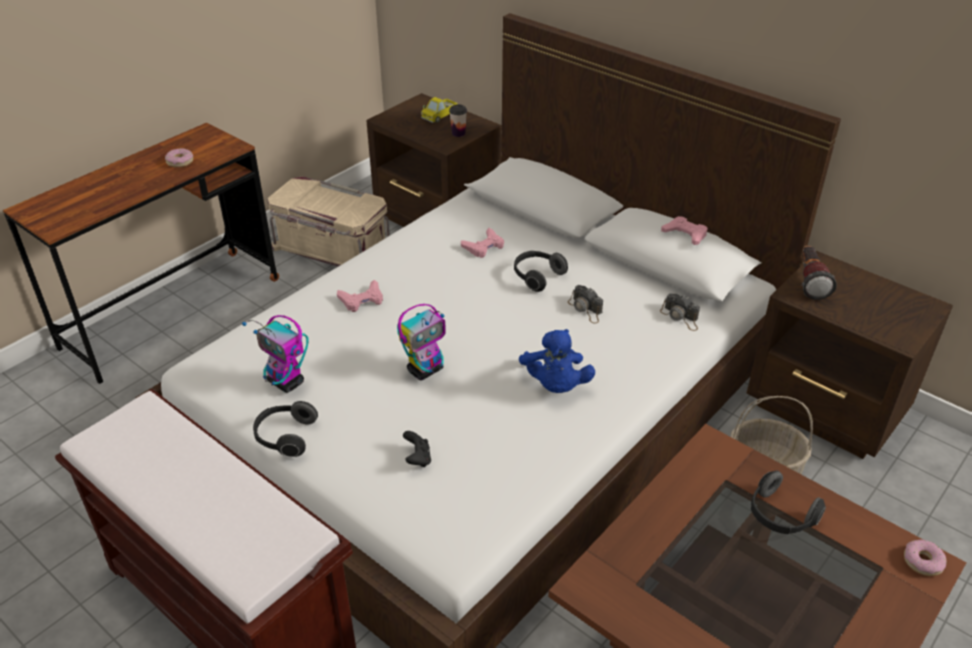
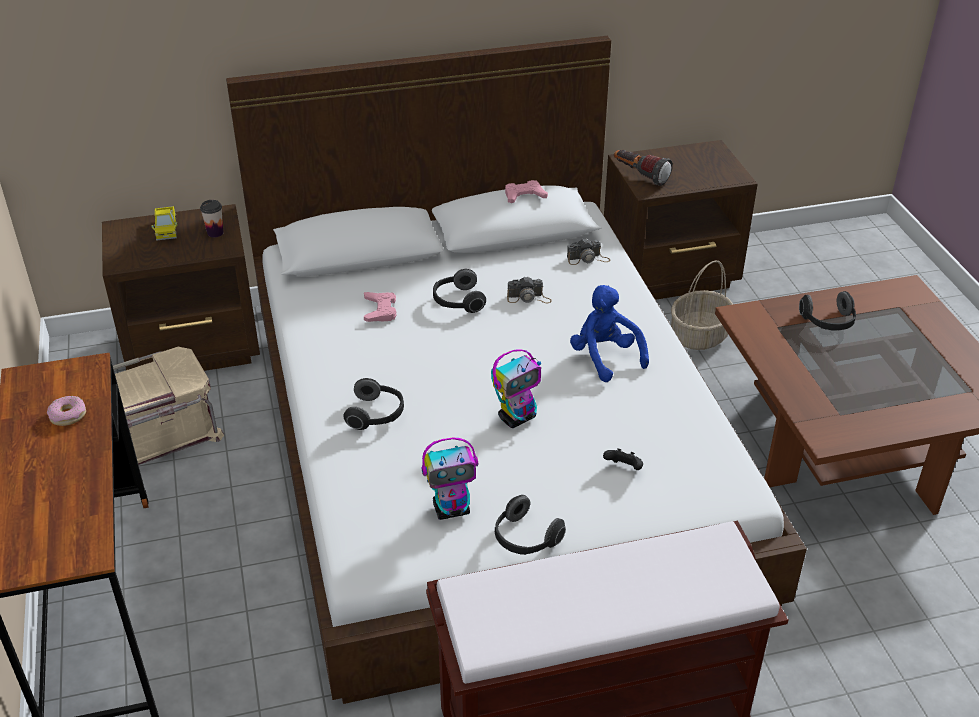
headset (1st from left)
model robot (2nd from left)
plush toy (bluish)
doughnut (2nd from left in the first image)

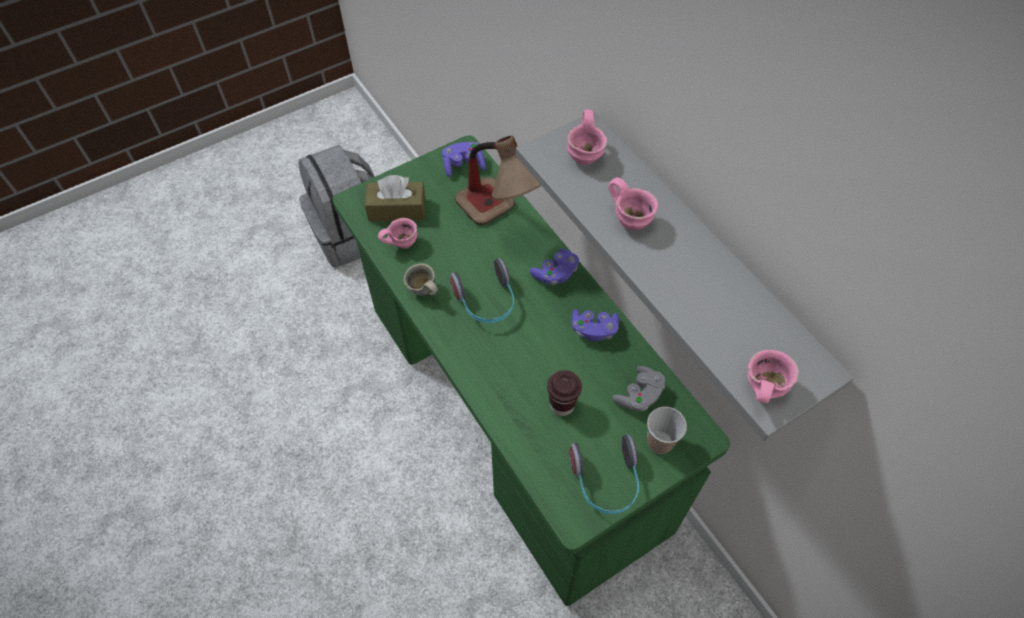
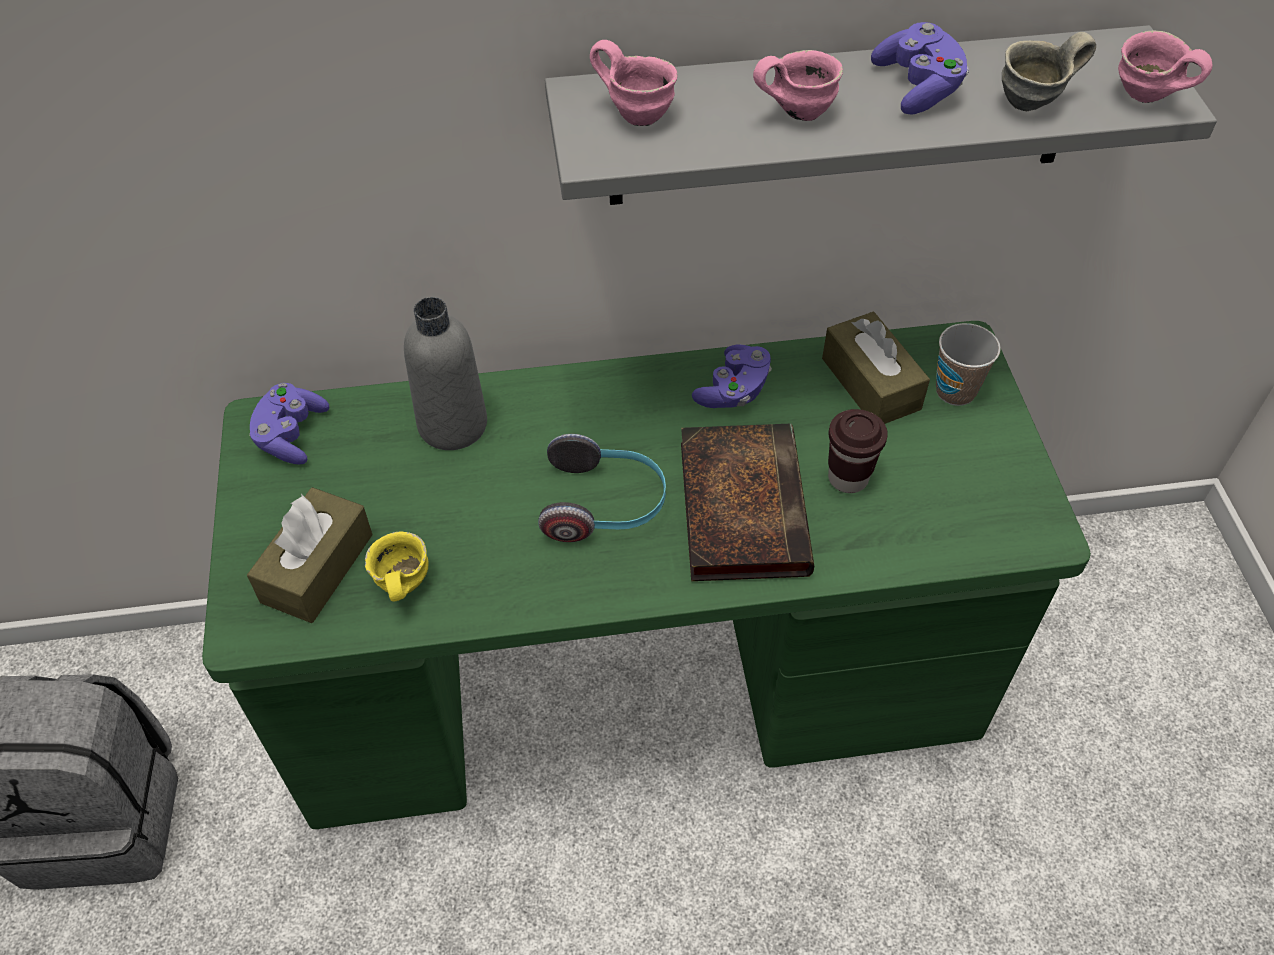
tea mug (yellow-coloured)
tea mug (gray)
beverage bottle (gray)
gamepad (purple-coloured) (3rd from left)
headset (2nd from left in the first image)
tissue box (brownish) (2nd from left)
volume

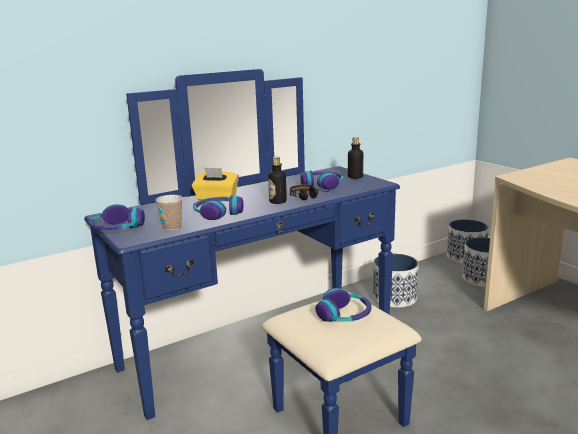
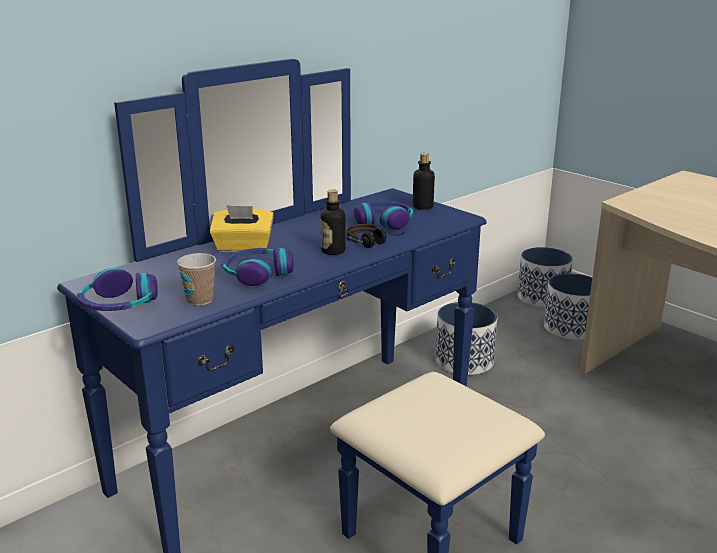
headset (5th from left in the first image)

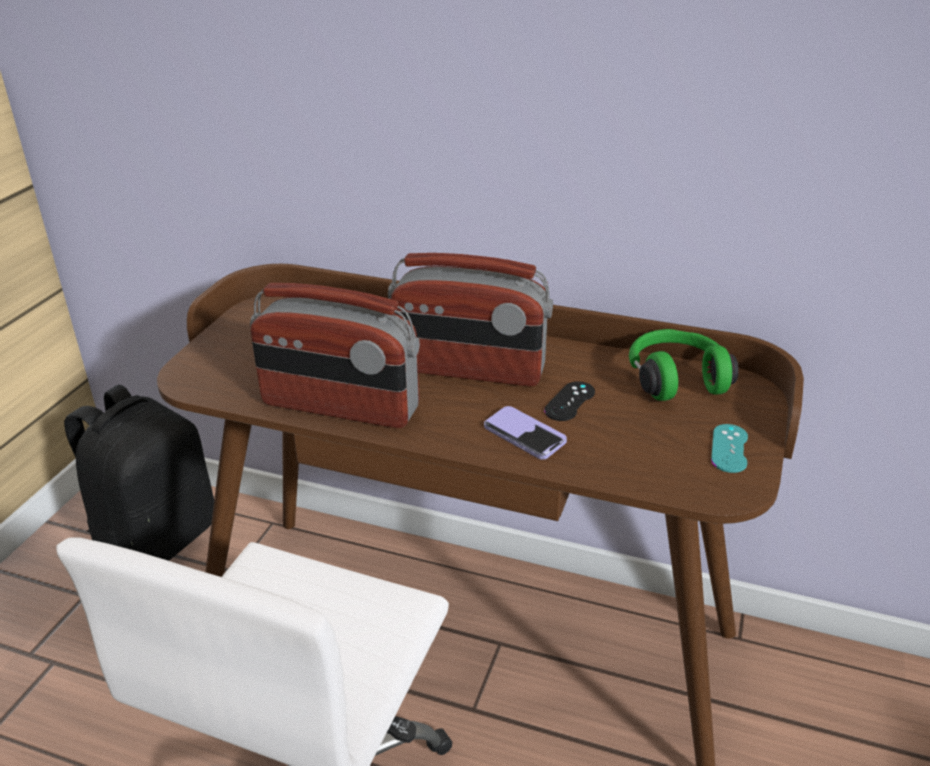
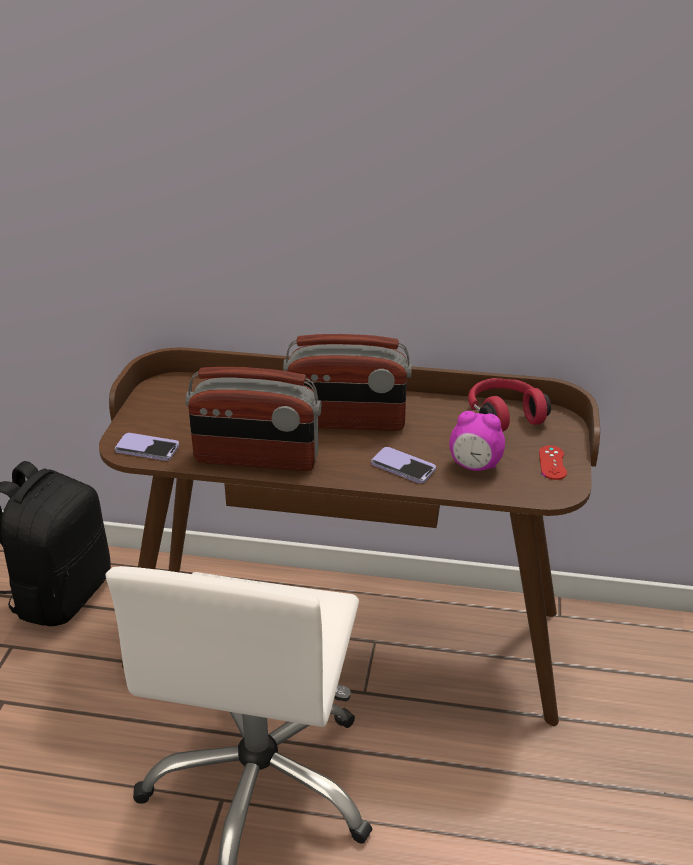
gamepad (black)
headset (reddish)
gamepad (reddish)
phone (1st from left)
table clock

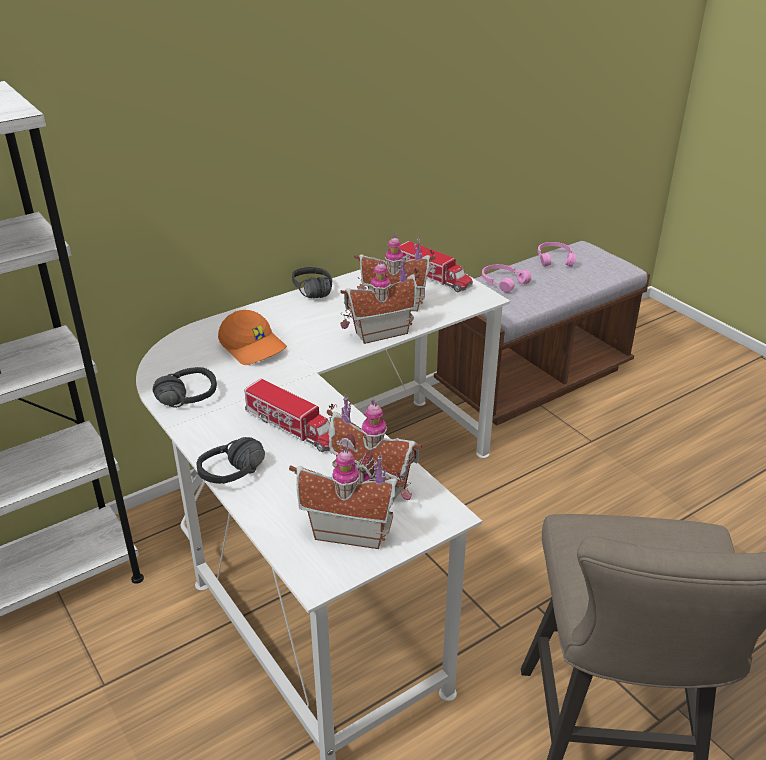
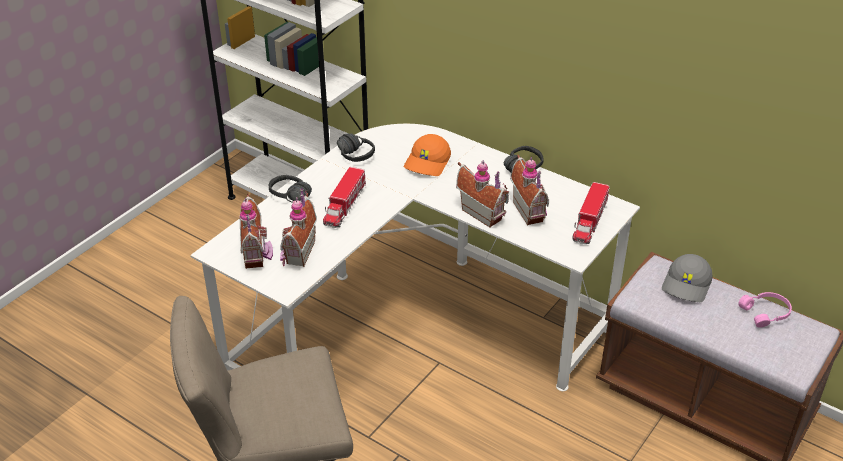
cap (gray)

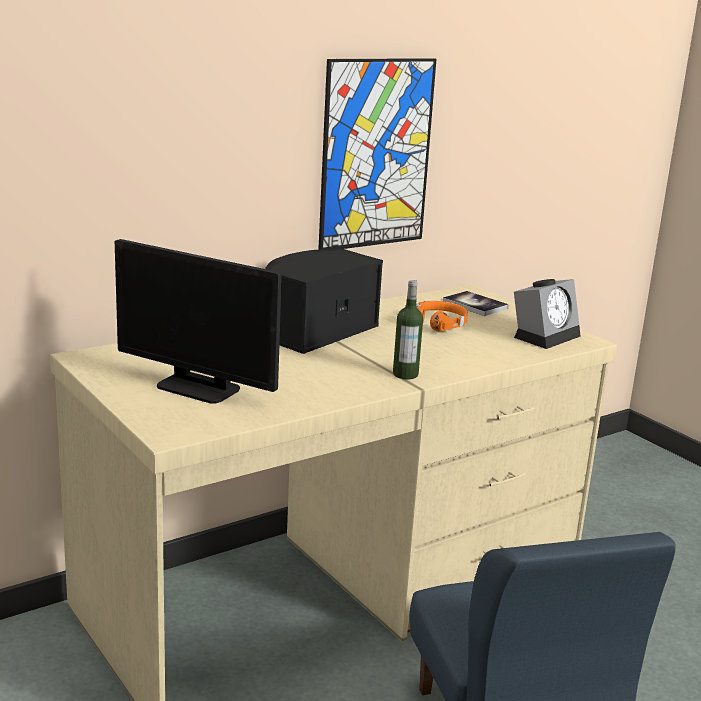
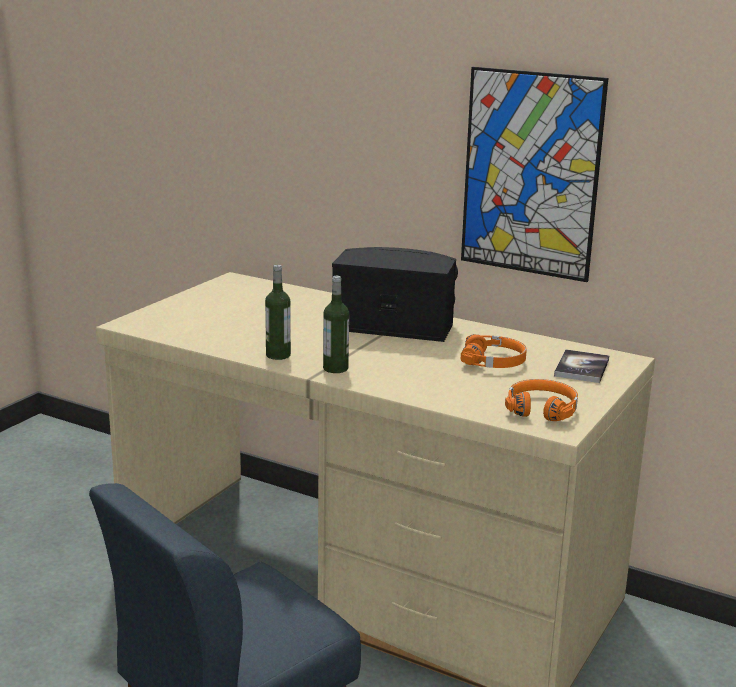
computer display
headset (orange) (2nd from left)
beverage bottle (1st from left)

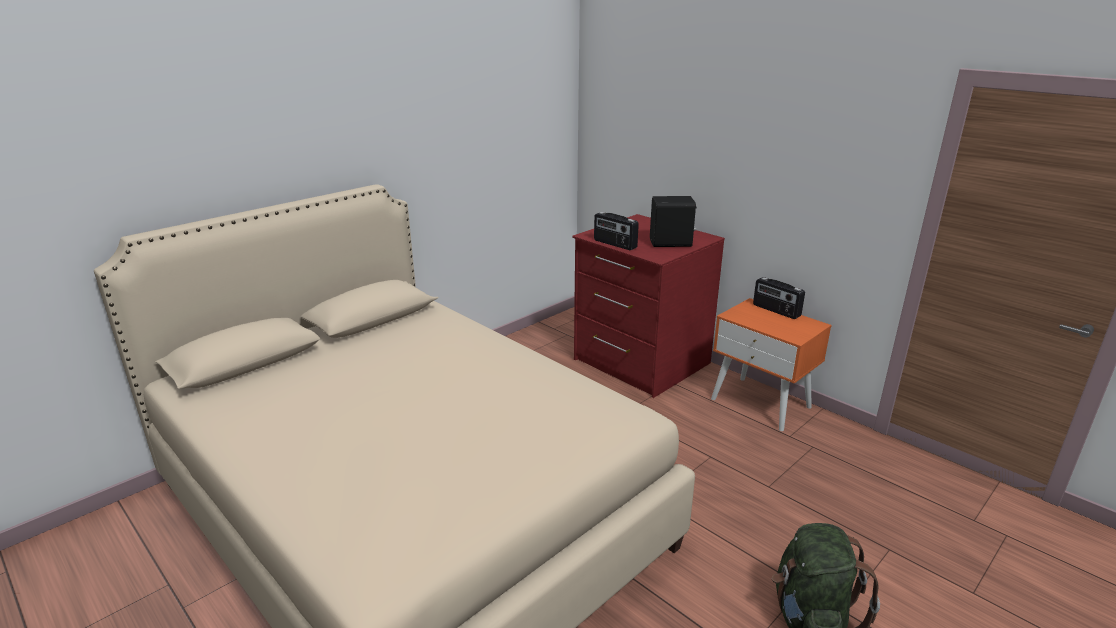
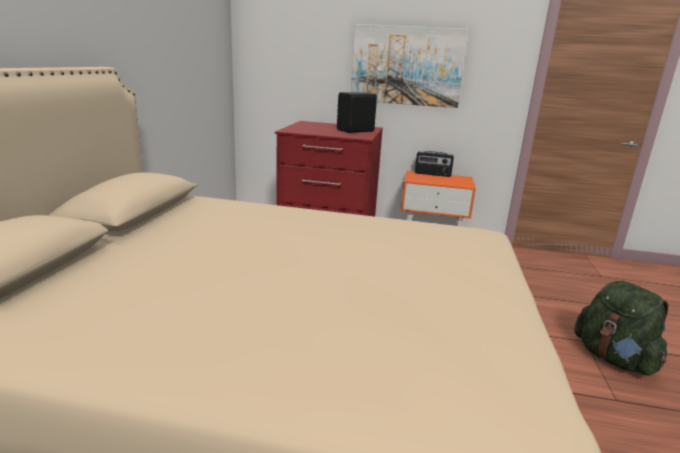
radio receiver (1st from left in the first image)
wall art

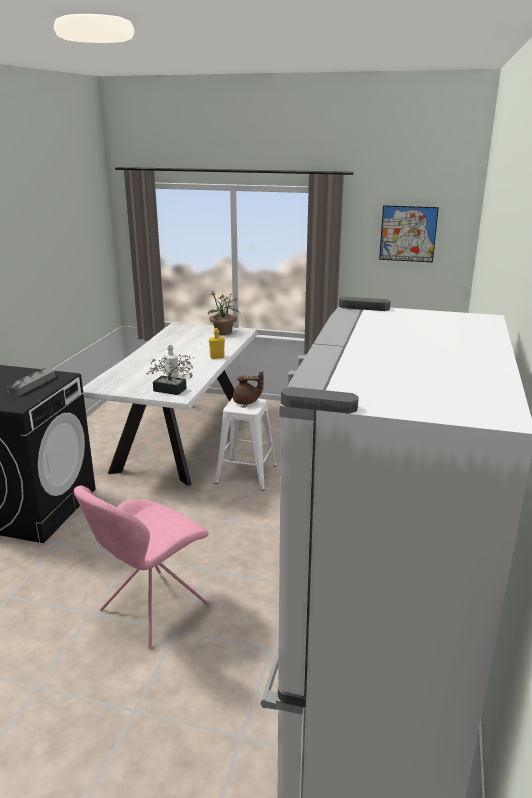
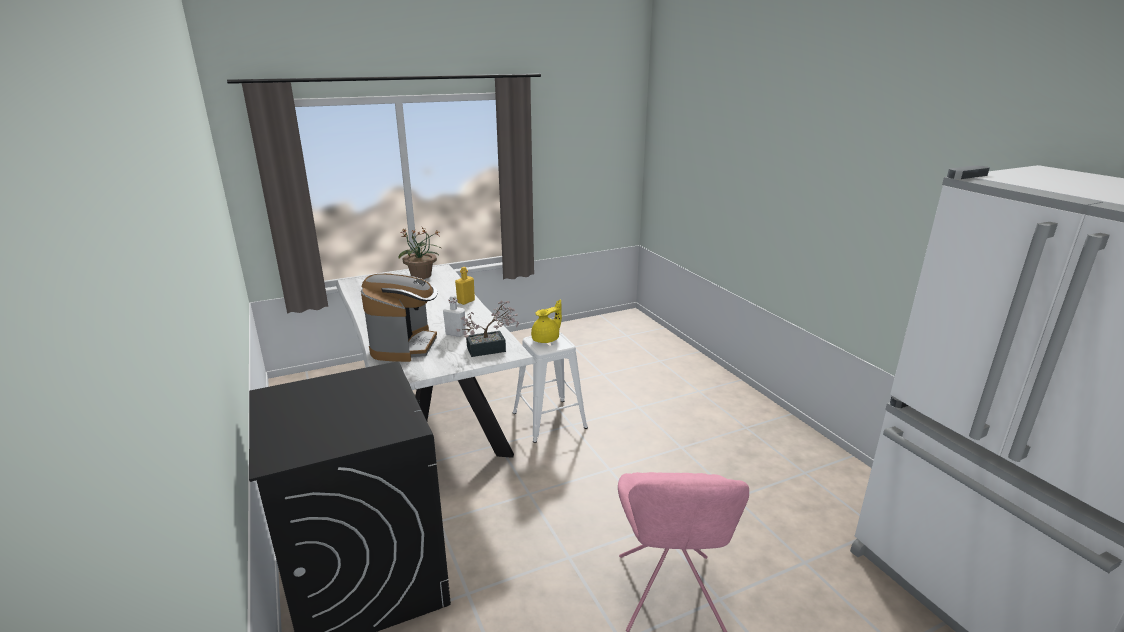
serving tray (gray)
teapot (yellow-coloured)
wall art
coffee maker

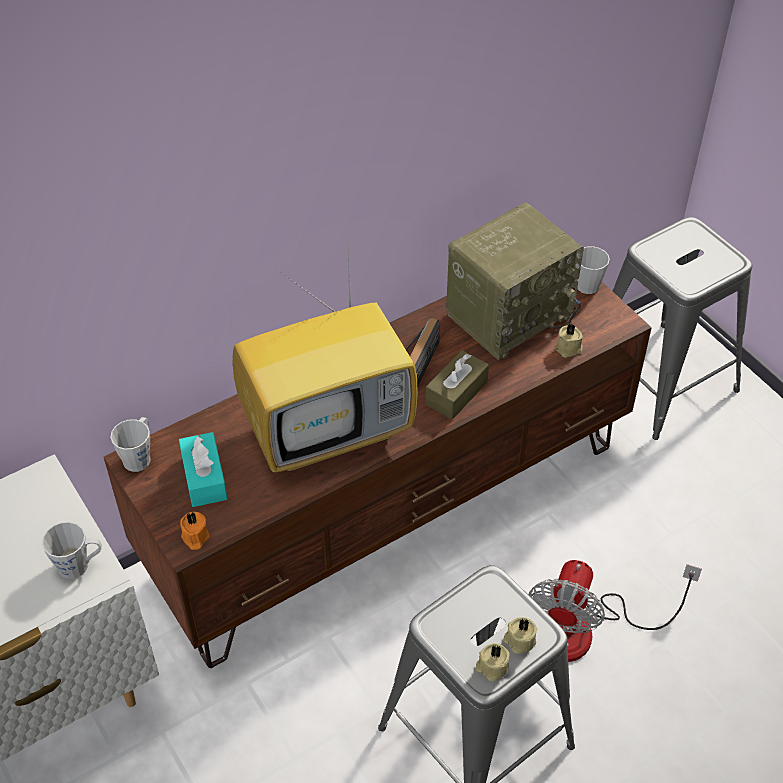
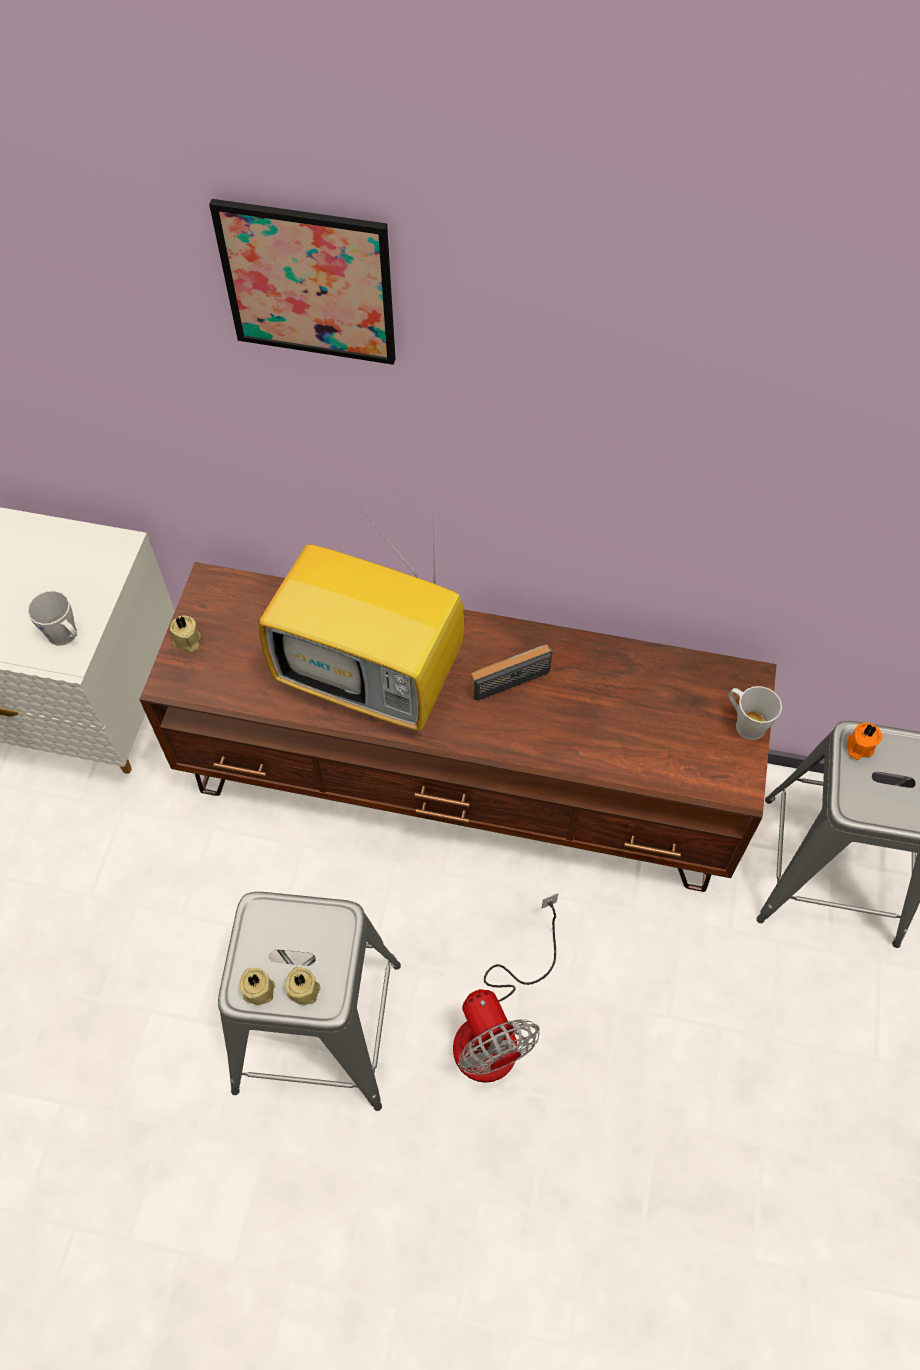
tea mug (gray) (2nd from left in the first image)
tissue box (turquoise-coloured)
candle (orange)
tissue box (brownish)
radio receiver (2nd from left in the first image)
fan
candle (sand-coloured) (1st from left)
wall art

